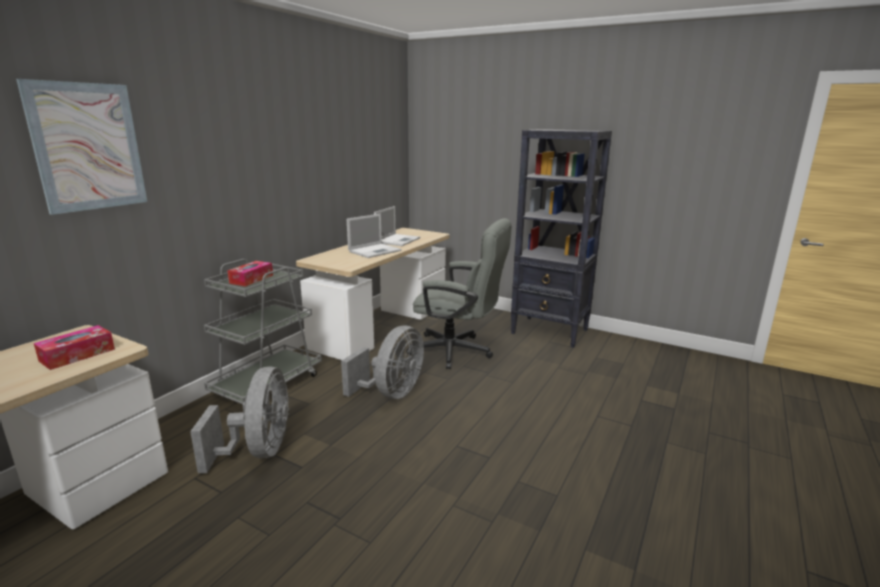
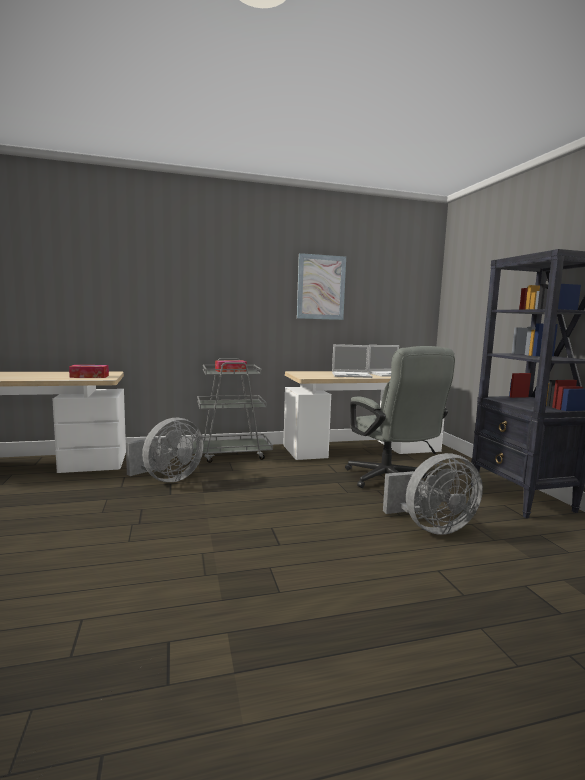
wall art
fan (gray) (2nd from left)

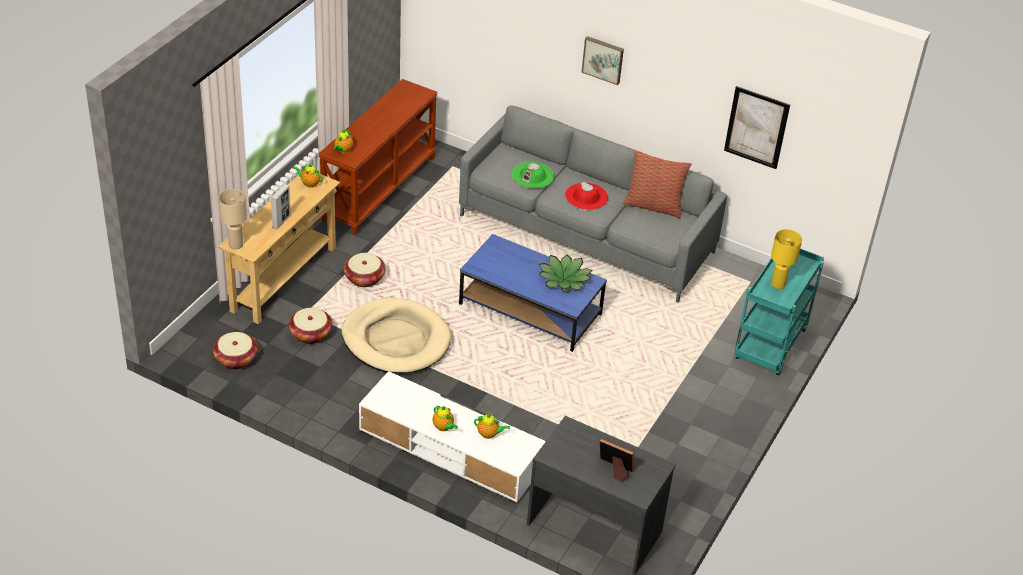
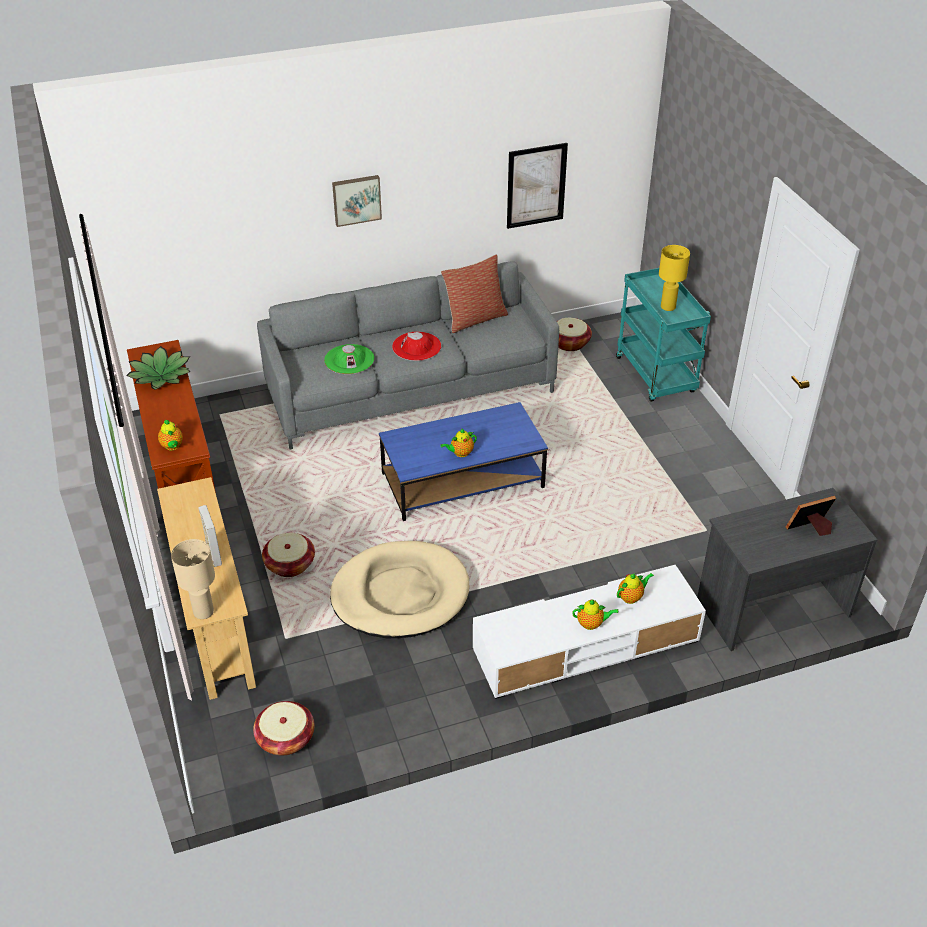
storage basket (3rd from left)
teapot (2nd from left)
potted plant

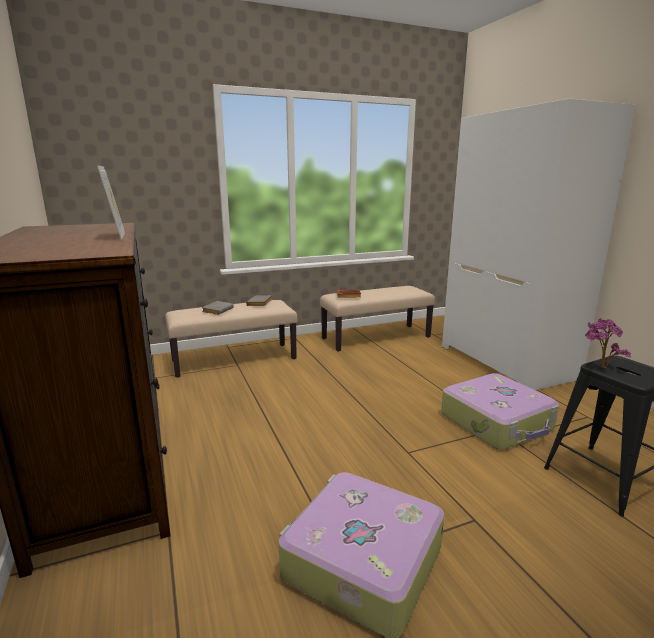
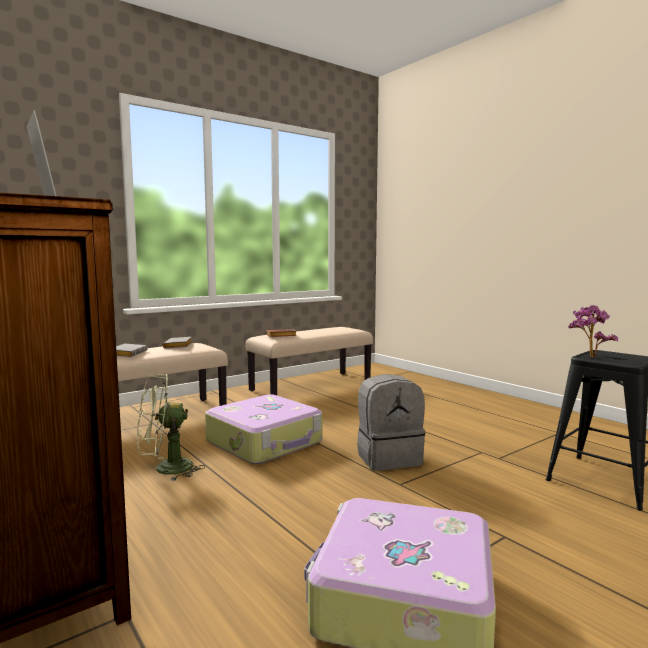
suitcase (1st from left)
armoire (white-coloured)
fan (greenish)
rucksack (gray)

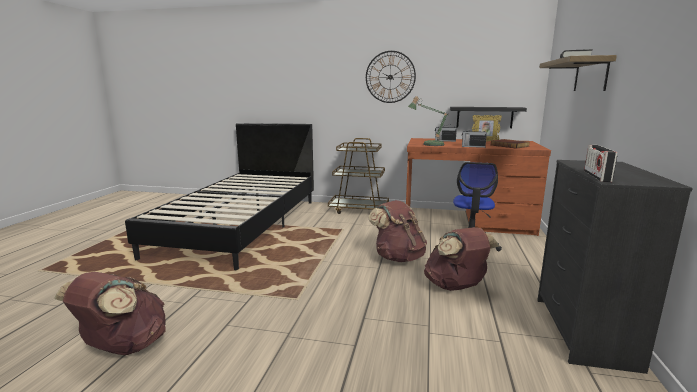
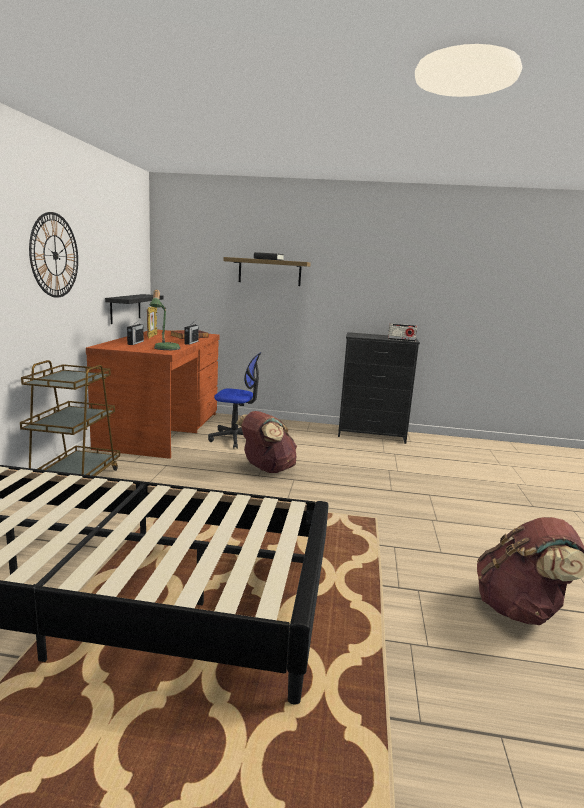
rucksack (brownish) (3rd from left in the first image)

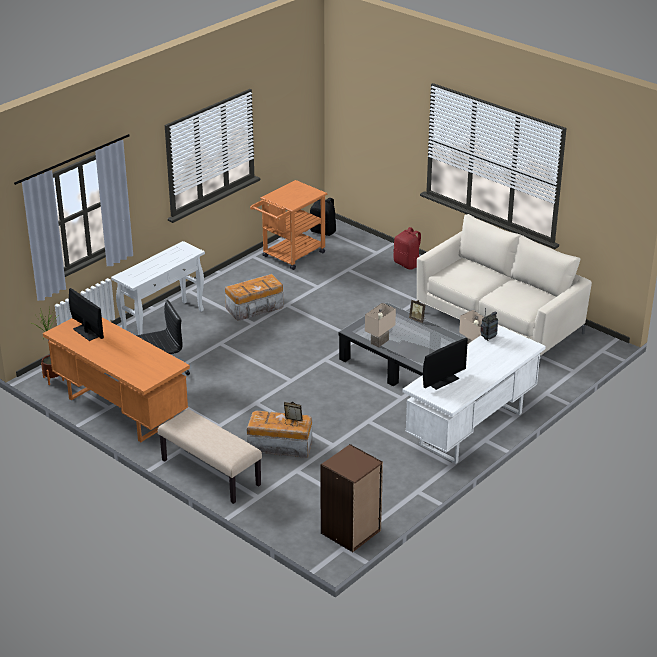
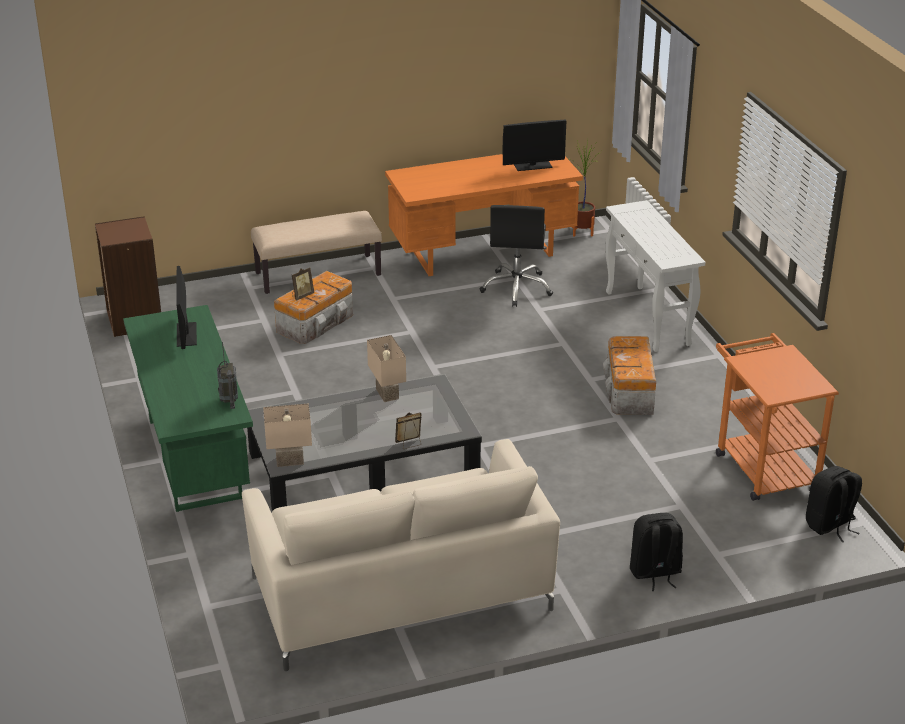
rucksack (black) (1st from left)
desk unit (greenish)

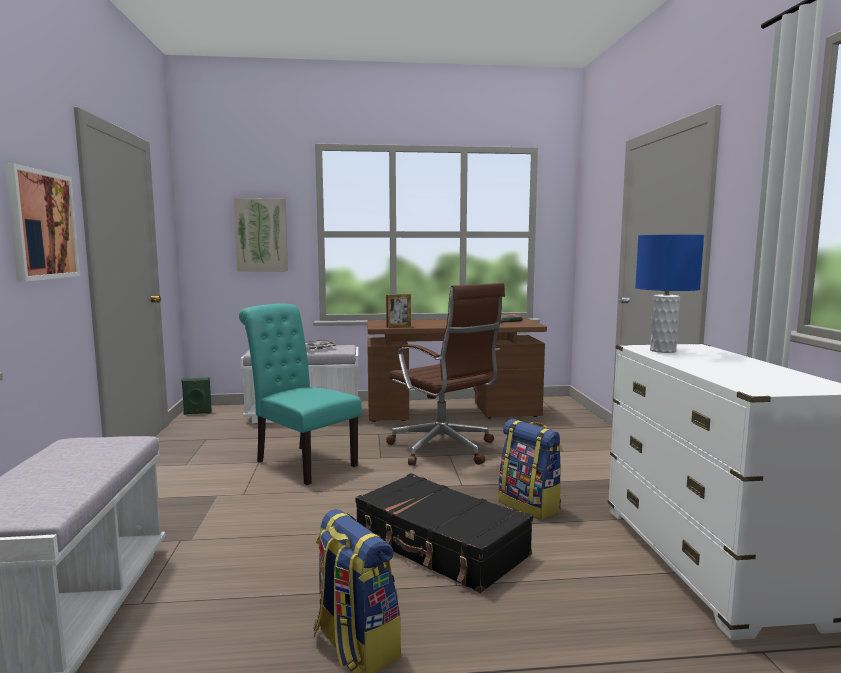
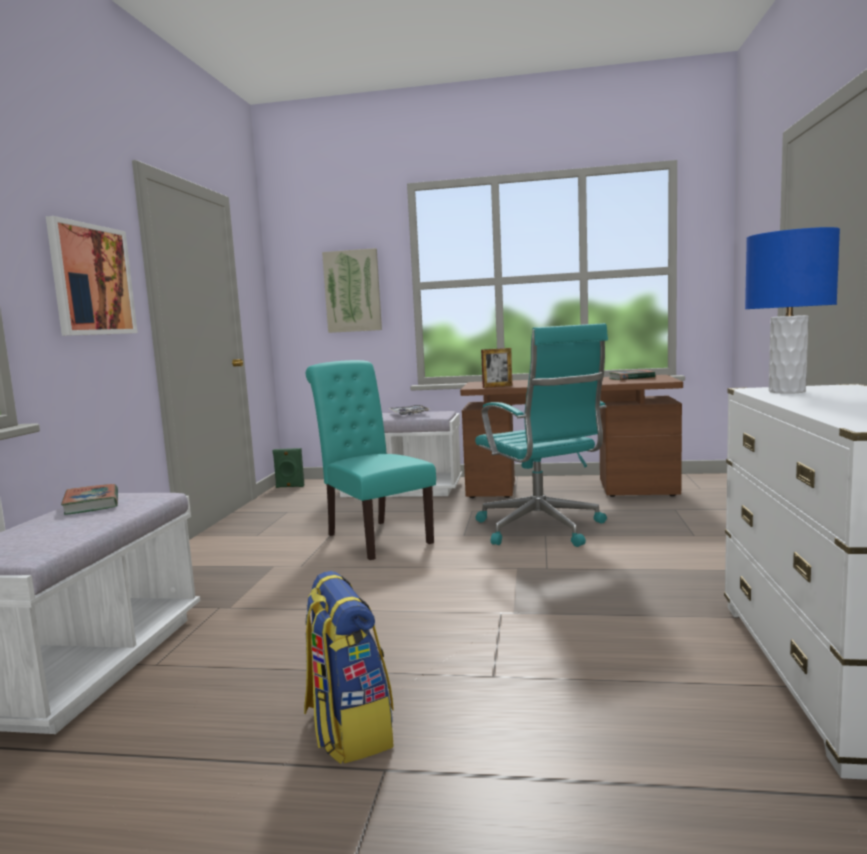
suitcase (black)
office chair (turquoise-coloured)
rucksack (2nd from left in the first image)
volume (1st from left)

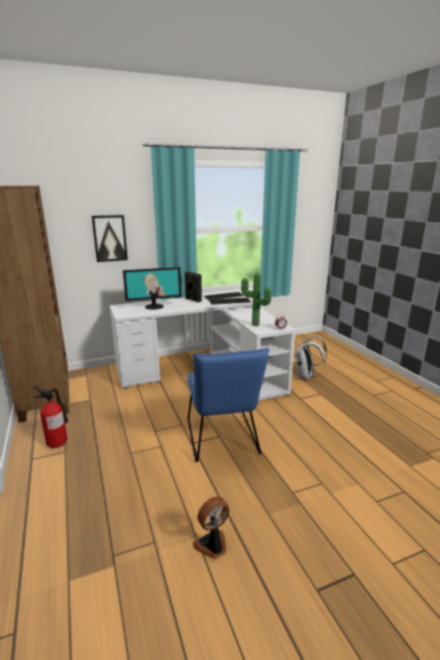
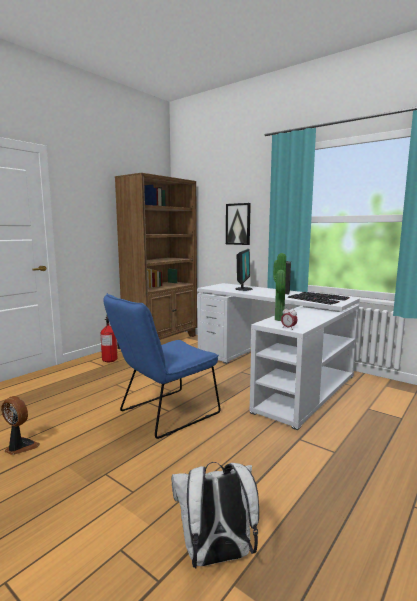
computer display
rucksack (white-coloured)

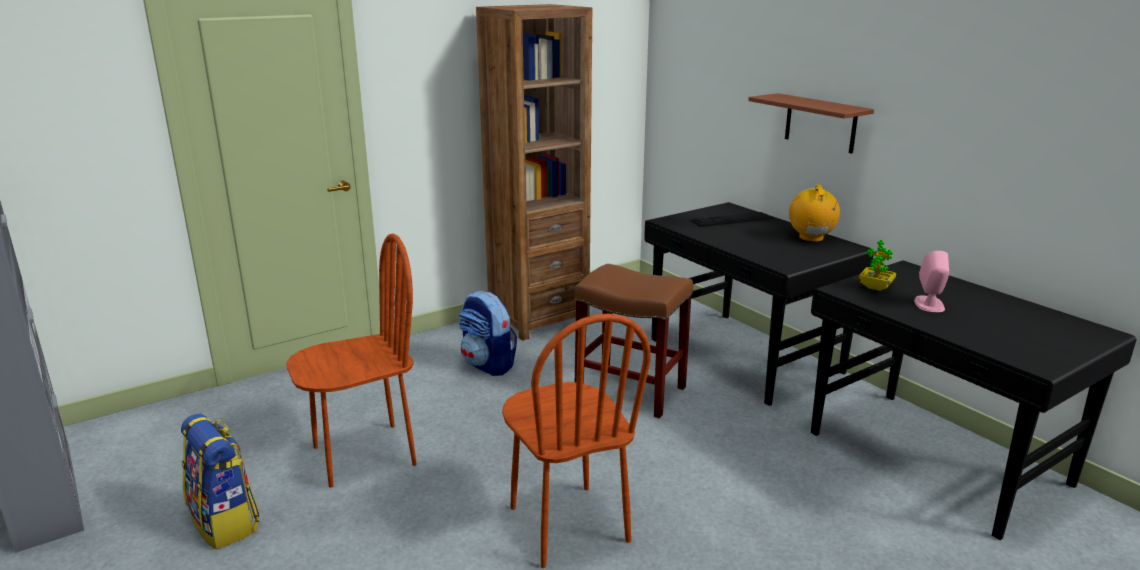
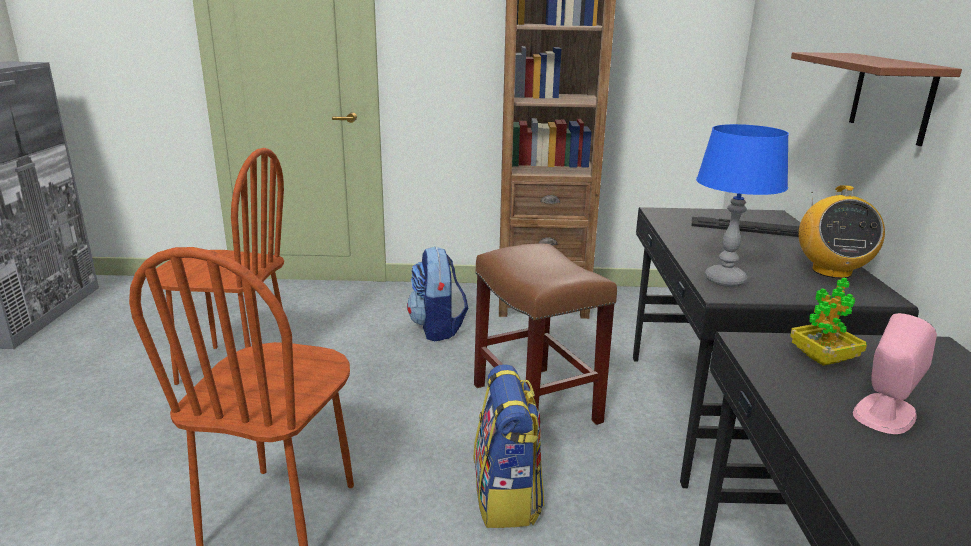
rucksack (2nd from left)
radio receiver
tabletop lamp (bluish)

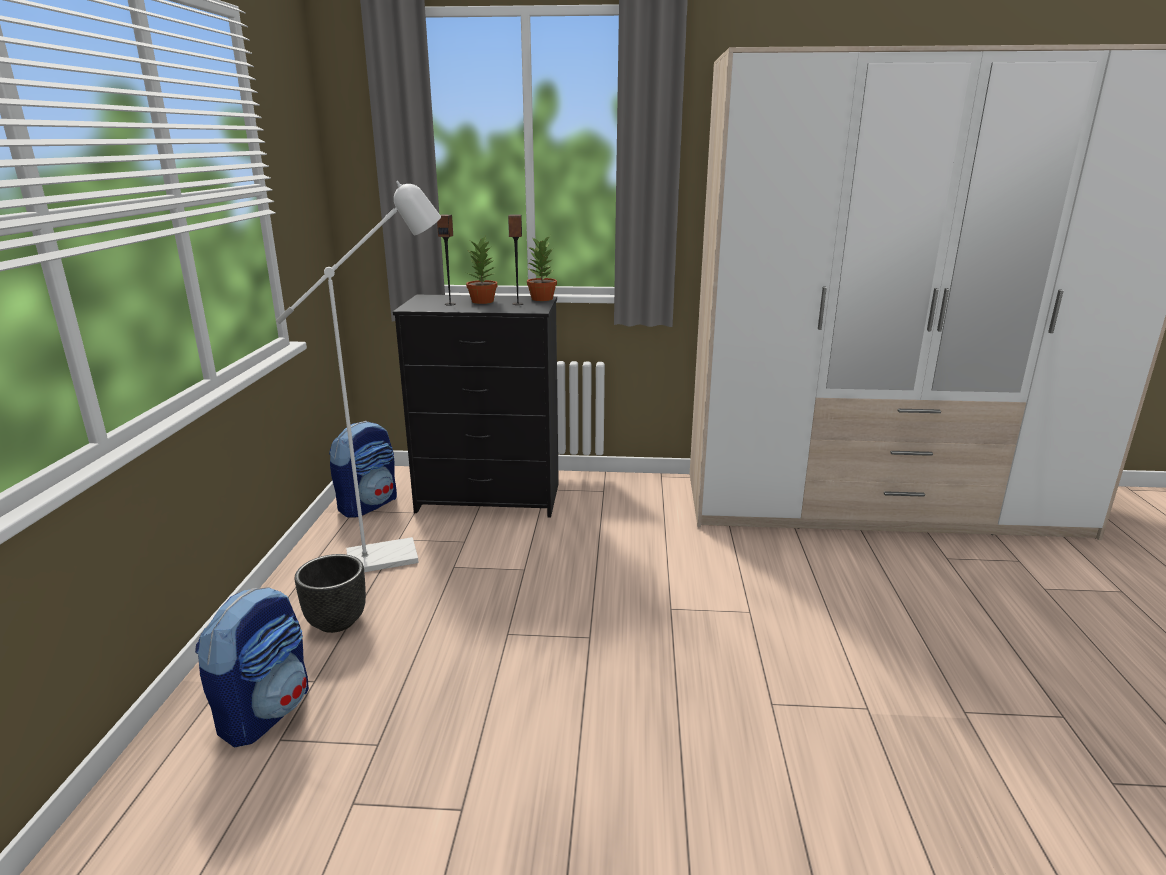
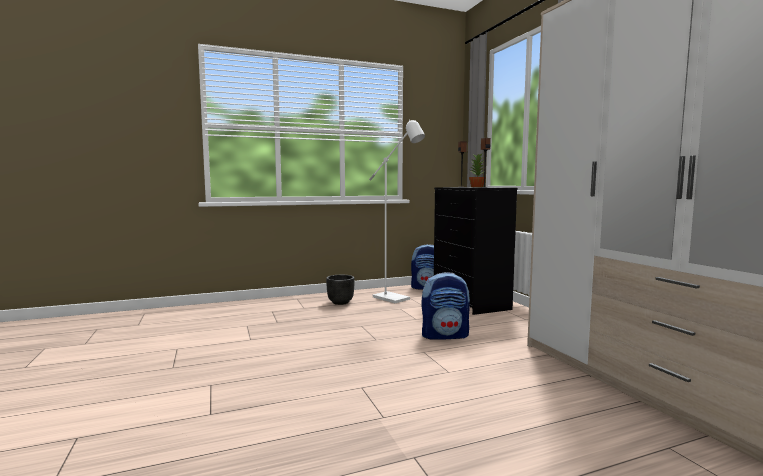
rucksack (2nd from left)
potted plant (2nd from left in the first image)

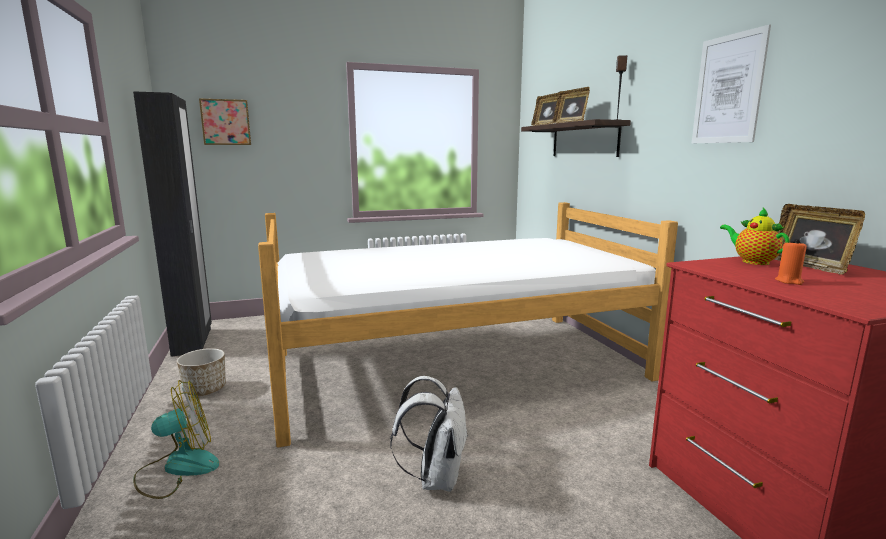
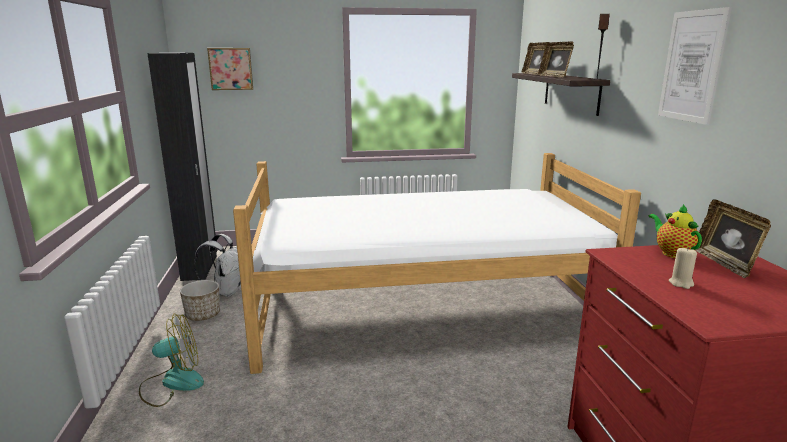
rucksack (white-coloured)
candle (sand-coloured)

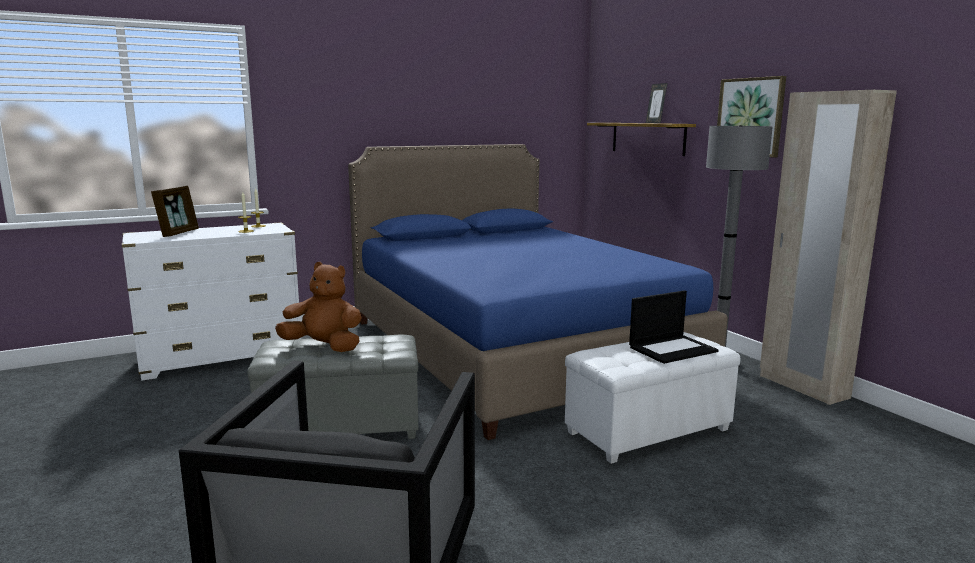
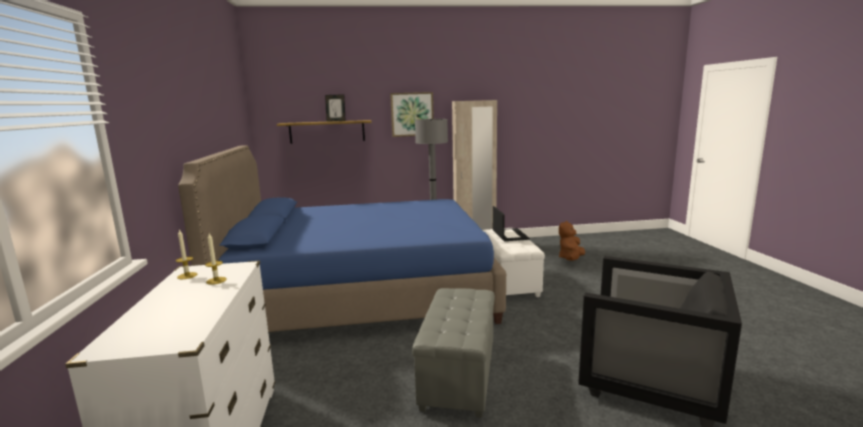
standing frame (1st from left in the first image)
plush toy (brownish)

